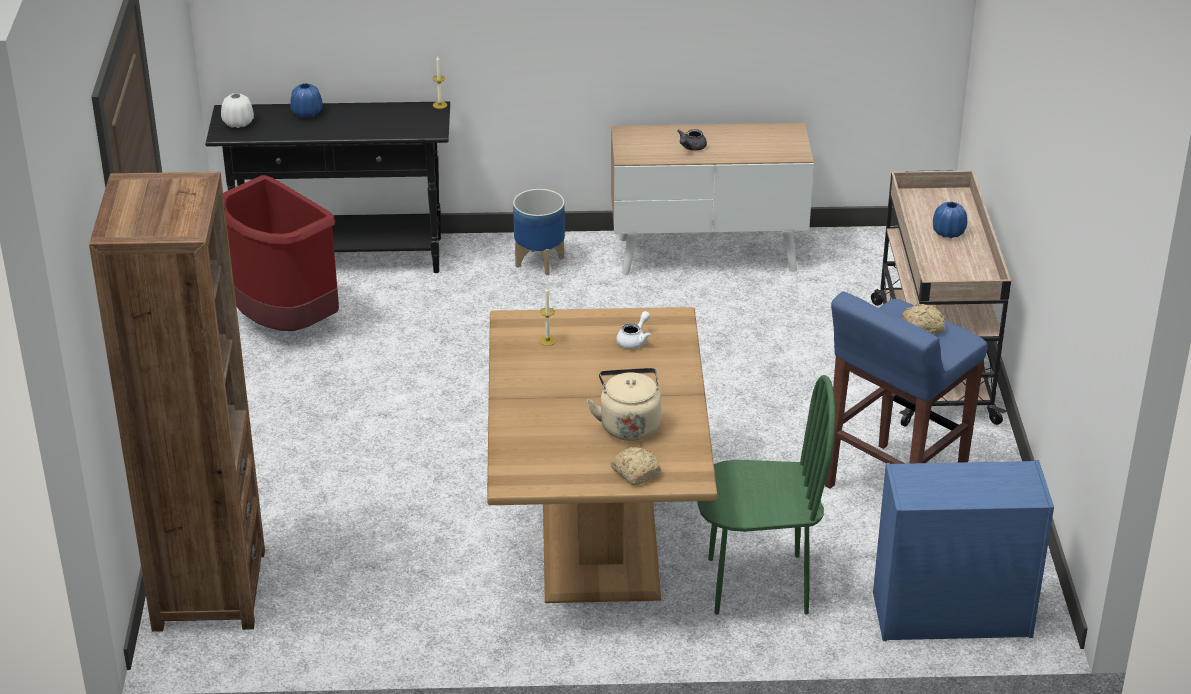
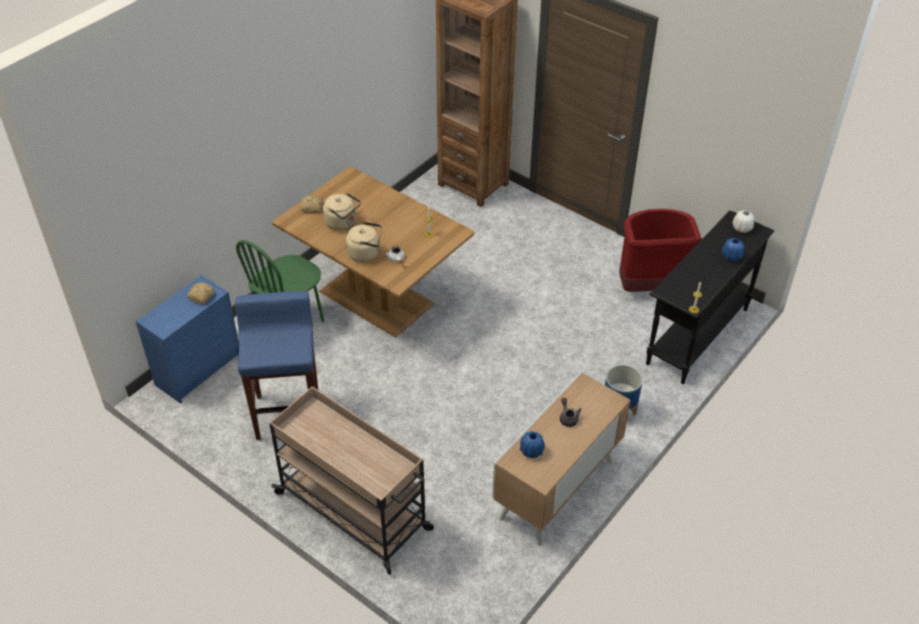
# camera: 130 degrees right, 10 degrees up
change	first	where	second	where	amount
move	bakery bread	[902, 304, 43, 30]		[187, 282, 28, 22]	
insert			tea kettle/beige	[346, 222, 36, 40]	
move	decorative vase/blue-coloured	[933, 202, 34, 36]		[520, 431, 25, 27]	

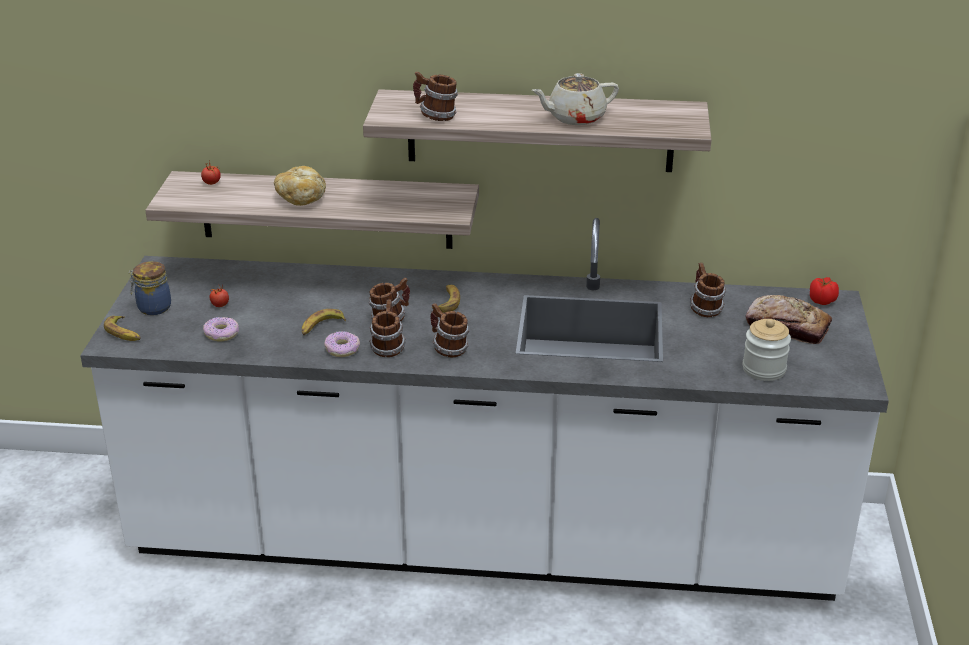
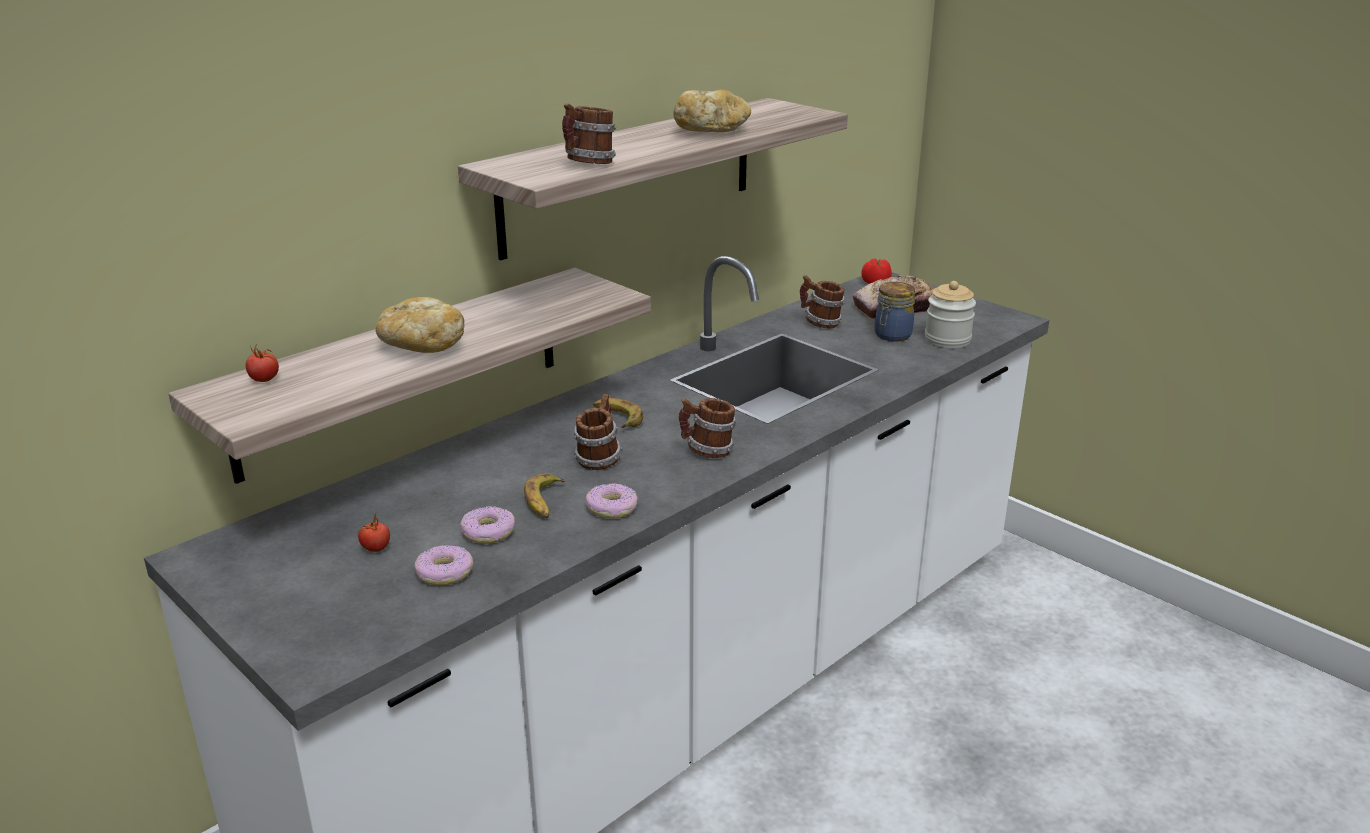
# camera: 50 degrees left, 5 degrees down
change	first	where	second	where	amount
insert			ring doughnut	[460, 506, 55, 38]	
replace	teapot/beige	[531, 73, 88, 52]	bakery bread	[674, 90, 77, 42]	
move	jar	[129, 261, 42, 54]		[874, 282, 41, 60]	
delete	banana fruit	[104, 316, 37, 25]			
delete	mug	[369, 299, 37, 58]			

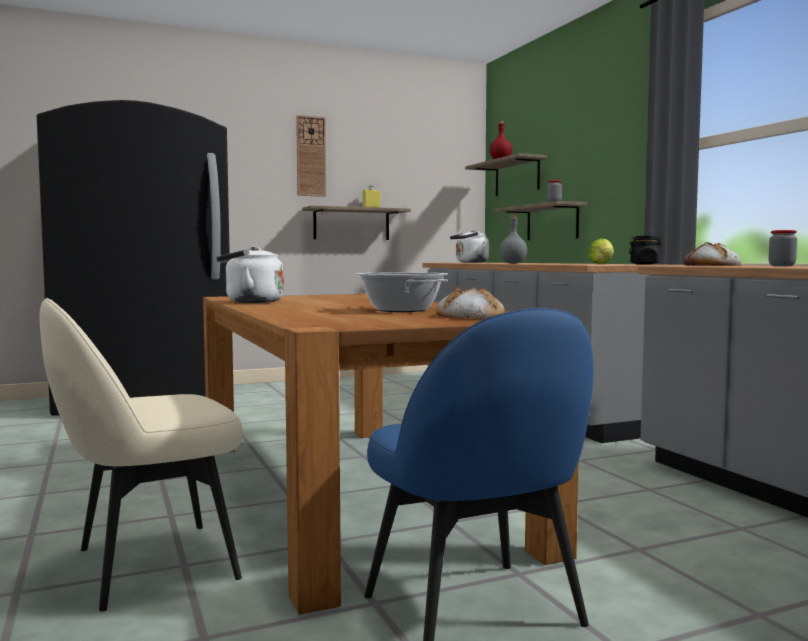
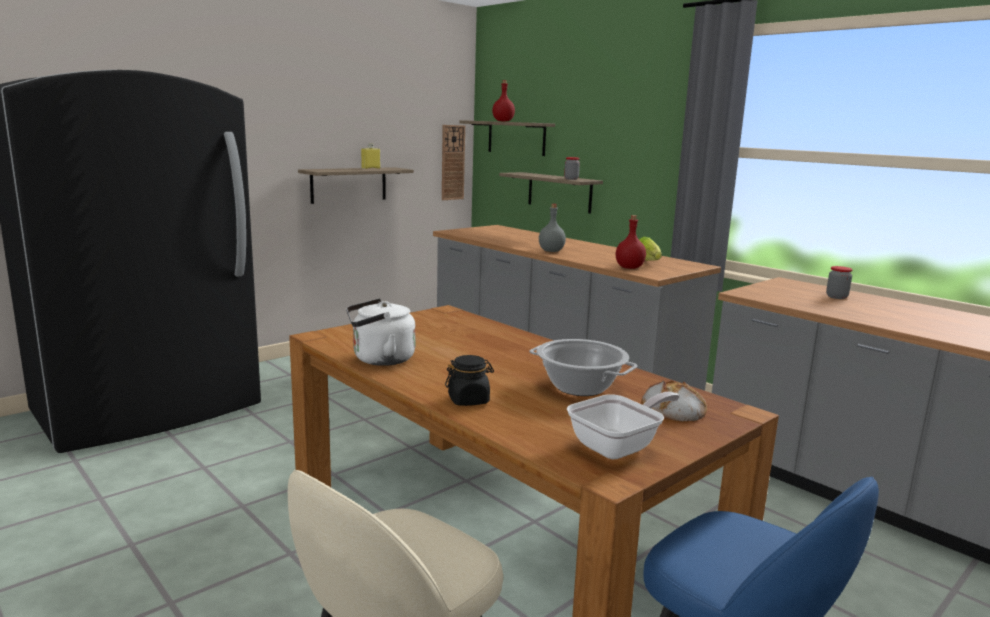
# camera: 20 degrees left, 10 degrees up
change	first	where	second	where	amount
move	hanging clock	[296, 115, 30, 82]		[442, 125, 23, 75]	
move	jar/black-coloured	[629, 236, 33, 28]		[445, 355, 49, 51]	
insert			pan	[567, 392, 113, 67]	
insert			drink bottle/red	[616, 215, 30, 54]	
delete	tea kettle/white	[450, 230, 39, 33]			
delete	bakery bread	[684, 242, 57, 24]			

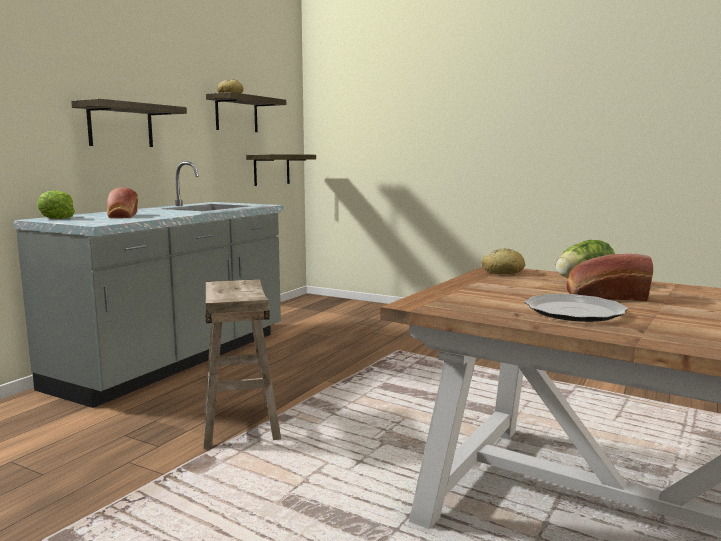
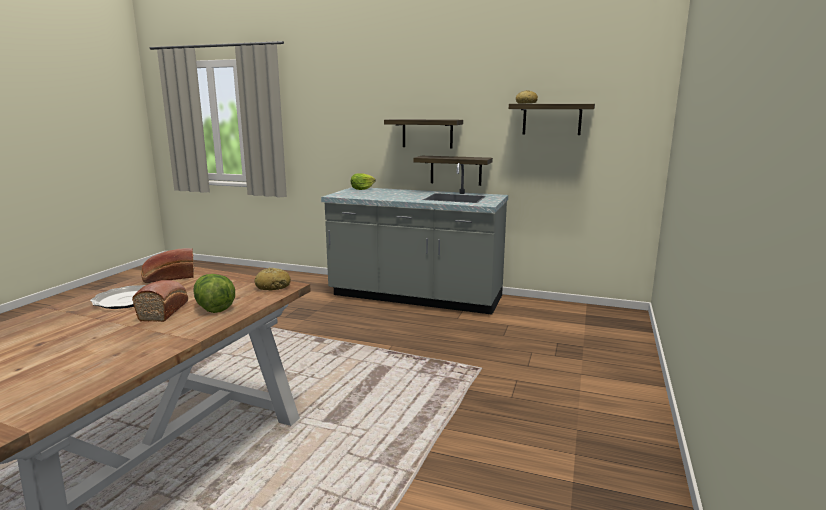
# camera: 80 degrees right, 5 degrees up
change	first	where	second	where	amount
move	bakery bread	[107, 187, 31, 31]		[141, 248, 53, 35]	
move	shelf	[246, 154, 70, 32]		[413, 156, 80, 30]	
delete	stool/beige	[203, 279, 78, 170]			

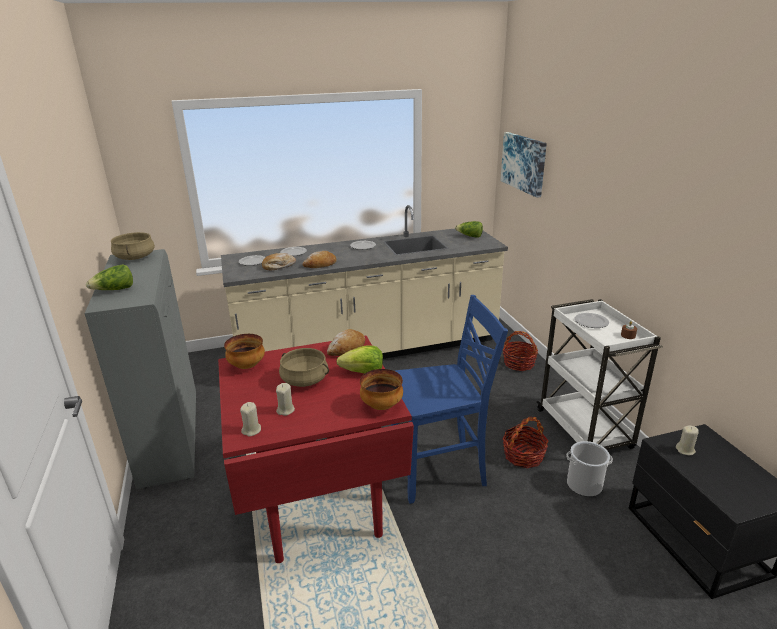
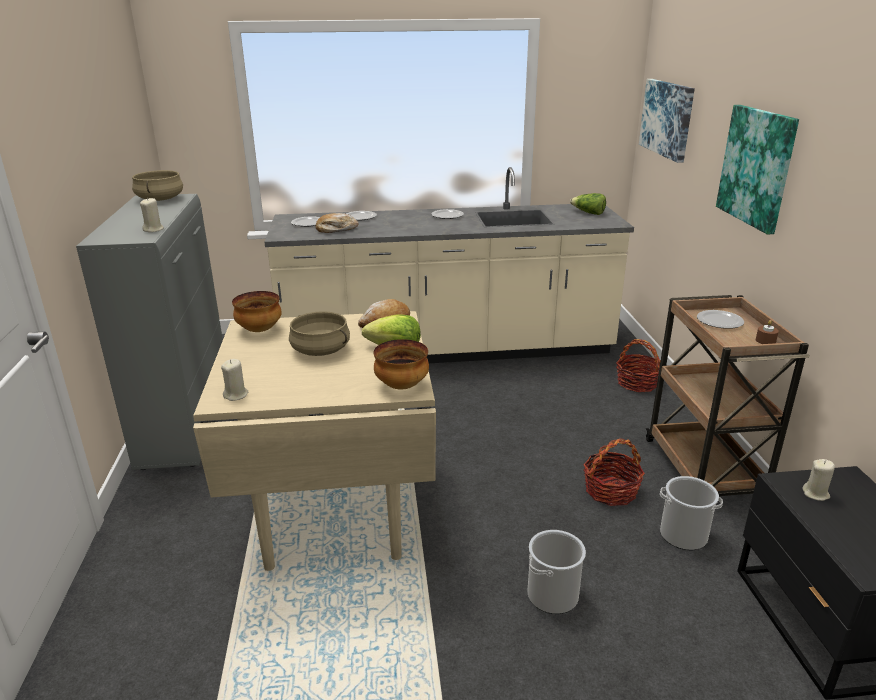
# camera: 10 degrees right, 0 degrees up
change	first	where	second	where	amount
move	candle/beige	[276, 383, 19, 33]		[140, 198, 24, 34]	
recolor	kitchen table/red	[218, 336, 196, 227]	kitchen table/beige	[193, 311, 243, 260]	
insert			bucket	[527, 530, 59, 84]	
recolor	wheeled cart/white	[537, 299, 126, 151]	wheeled cart/brown-coloured	[646, 295, 164, 201]	
insert			picture	[716, 105, 83, 130]	
delete	lettuce head	[86, 264, 47, 26]			
delete	bakery bread	[303, 251, 34, 17]			
delete	chair/blue-coloured	[391, 295, 117, 209]			

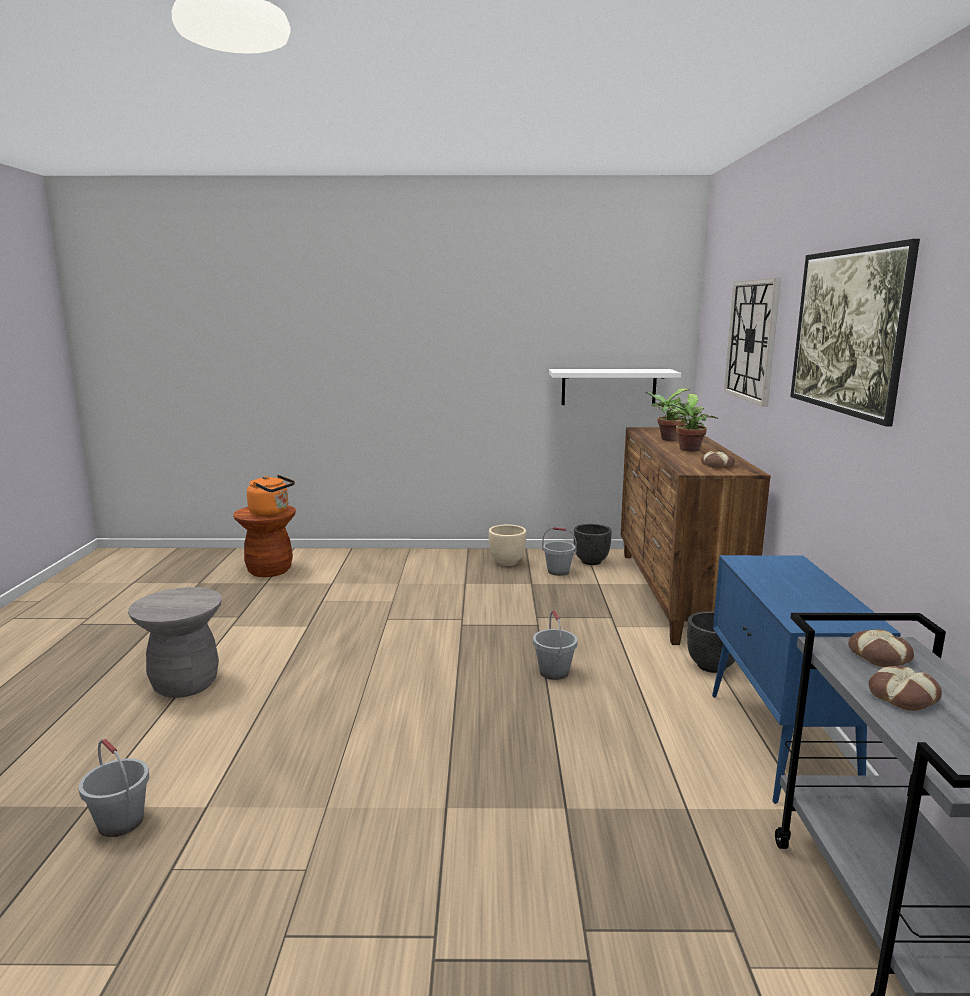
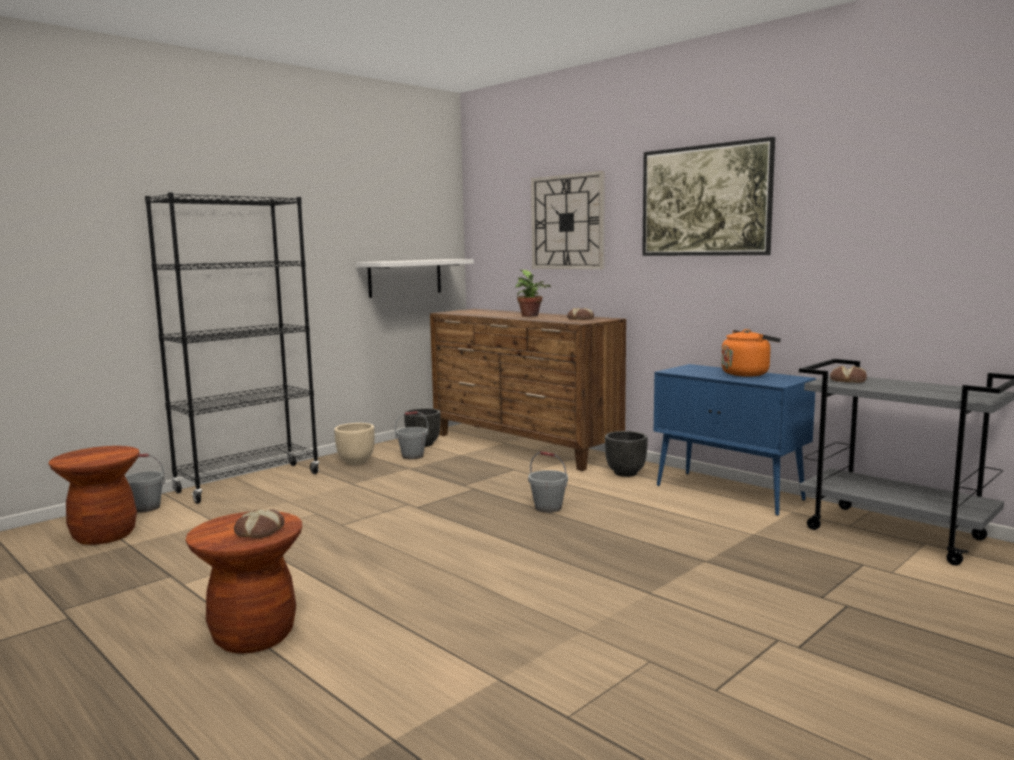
# camera: 45 degrees left, 5 degrees down
change	first	where	second	where	amount
move	bucket/grey	[78, 739, 71, 98]		[125, 454, 40, 58]	
insert			shelving unit/black-coloured	[145, 192, 174, 312]	
recolor	stool/grey	[128, 587, 94, 111]	stool/brown-coloured	[186, 511, 116, 143]	
move	bakery bread	[869, 666, 73, 45]		[234, 509, 51, 29]	
move	tea kettle/orange	[247, 475, 48, 41]		[721, 329, 60, 48]	
delete	plant in a pot	[645, 388, 50, 53]			

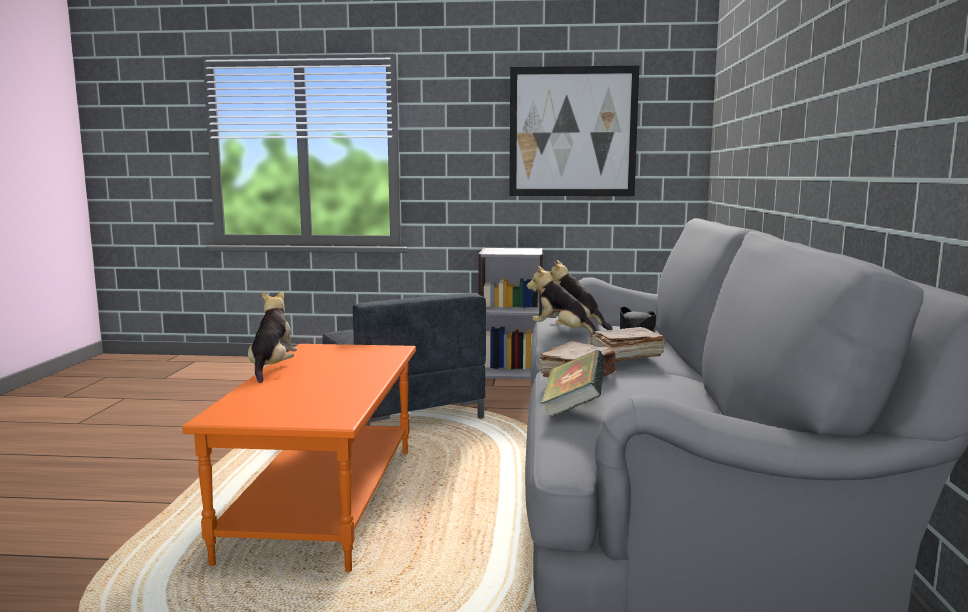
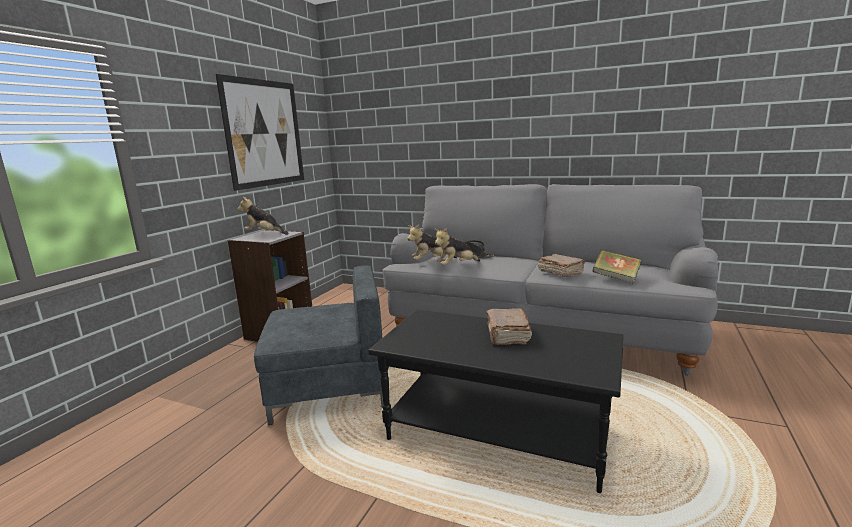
# camera: 70 degrees left, 5 degrees up
change	first	where	second	where	amount
move	soft toy	[248, 291, 49, 92]		[237, 197, 52, 38]	
recolor	coffee table/orange	[182, 344, 234, 228]	coffee table/black-coloured	[368, 309, 256, 184]	
move	book/brown-coloured	[589, 327, 76, 35]		[486, 308, 46, 37]	

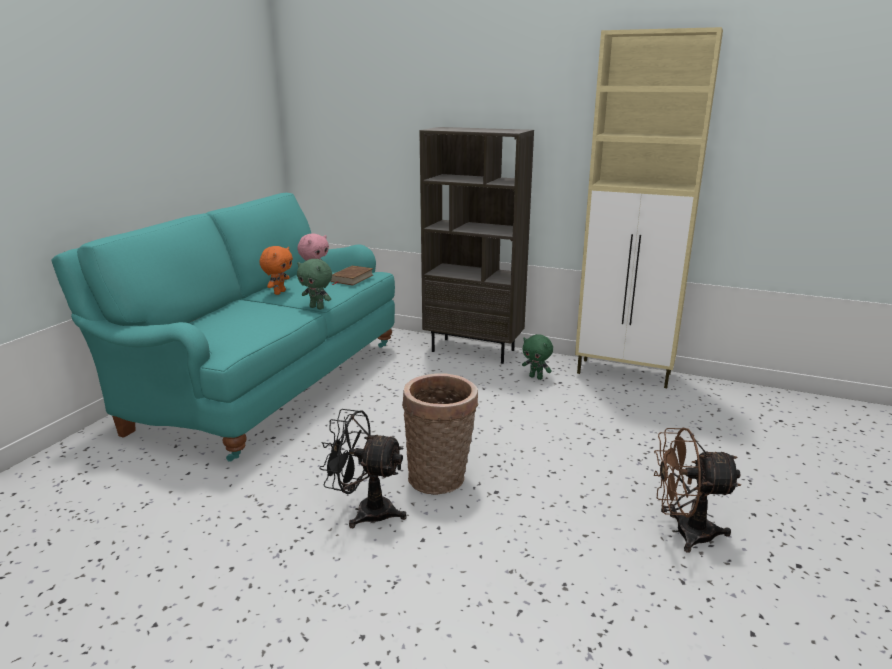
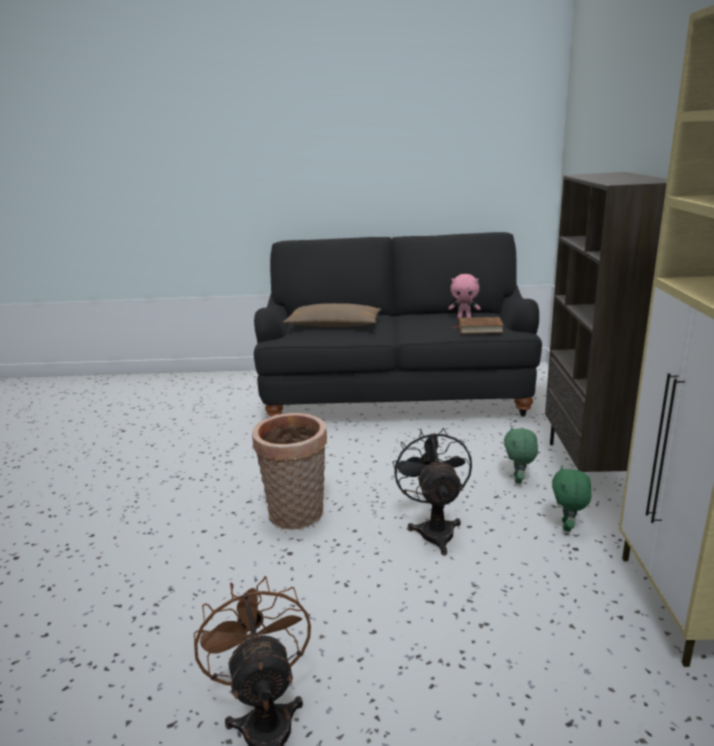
# camera: 70 degrees right, 0 degrees up
change	first	where	second	where	amount
recolor	settee/turquoise	[51, 193, 344, 269]	settee/black-coloured	[254, 232, 288, 185]	
insert			cushion/brown-coloured	[283, 303, 99, 24]	
move	fan/black-coloured	[319, 409, 88, 119]		[392, 428, 80, 128]	
move	soft toy/greenish	[297, 259, 35, 51]		[504, 426, 34, 58]	
delete	soft toy/orange	[259, 246, 34, 49]			

